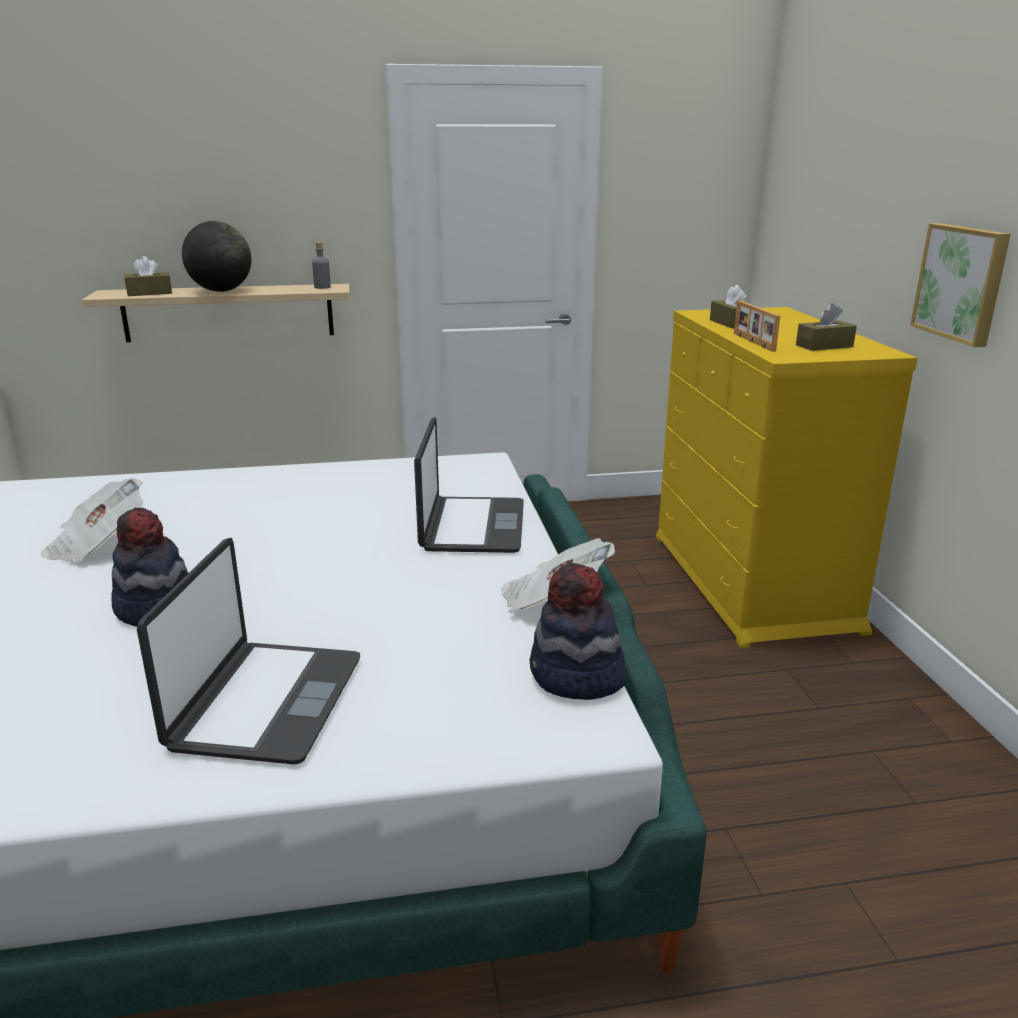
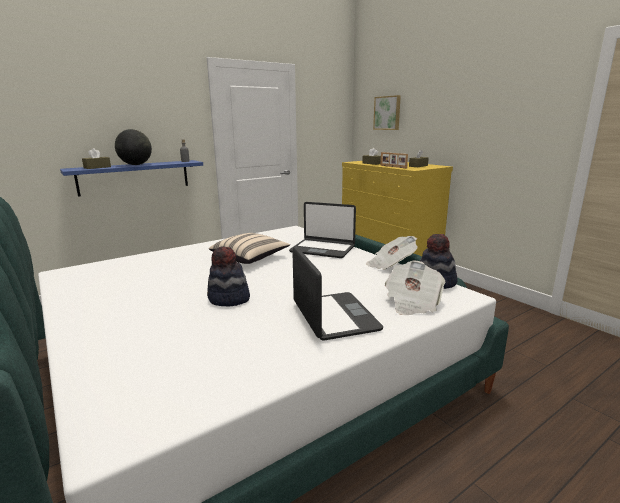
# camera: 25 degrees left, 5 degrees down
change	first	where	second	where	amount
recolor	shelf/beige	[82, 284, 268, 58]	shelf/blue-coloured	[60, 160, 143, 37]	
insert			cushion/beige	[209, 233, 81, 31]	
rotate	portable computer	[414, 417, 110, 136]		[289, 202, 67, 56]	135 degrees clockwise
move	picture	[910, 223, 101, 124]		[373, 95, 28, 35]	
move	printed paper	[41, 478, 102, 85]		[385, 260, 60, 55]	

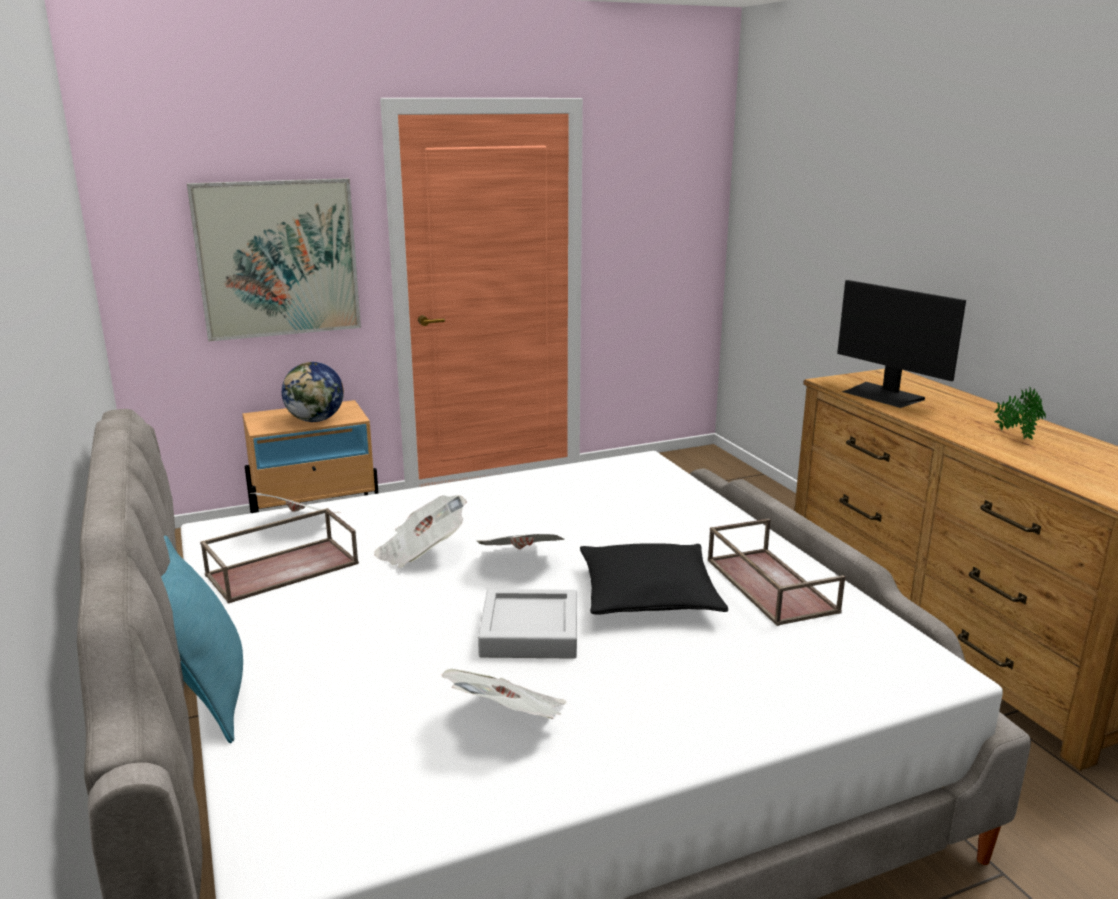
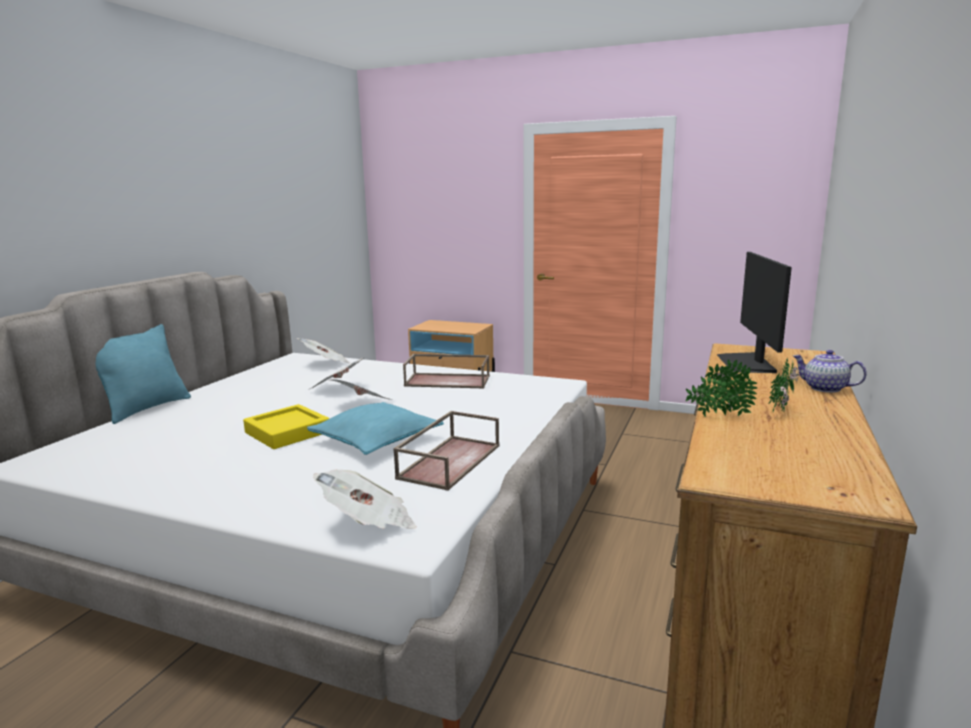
# camera: 45 degrees right, 5 degrees down
change	first	where	second	where	amount
recolor	serving tray/grey	[478, 589, 99, 70]	serving tray/yellowish	[243, 404, 86, 45]	
recolor	cushion/black-coloured	[580, 543, 148, 72]	cushion/turquoise	[307, 402, 137, 53]	
move	printed paper	[442, 669, 125, 50]		[313, 470, 103, 59]	
move	serving tray/brown-coloured	[200, 508, 159, 95]		[403, 354, 87, 34]	
insert			plant in a pot	[686, 359, 71, 58]	
insert			teapot	[793, 350, 74, 43]	
delete	picture	[187, 178, 174, 164]			
delete	world globe	[282, 362, 62, 60]			

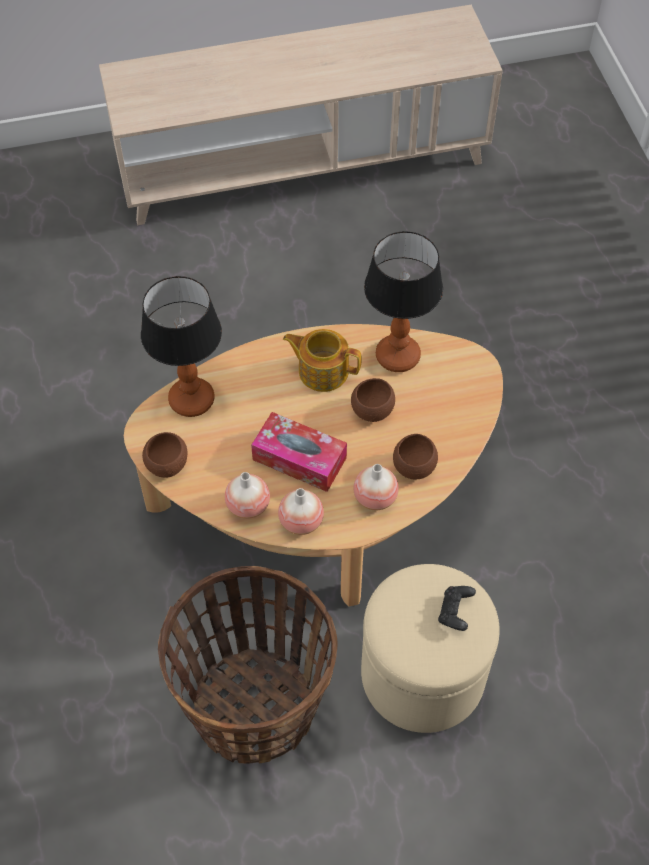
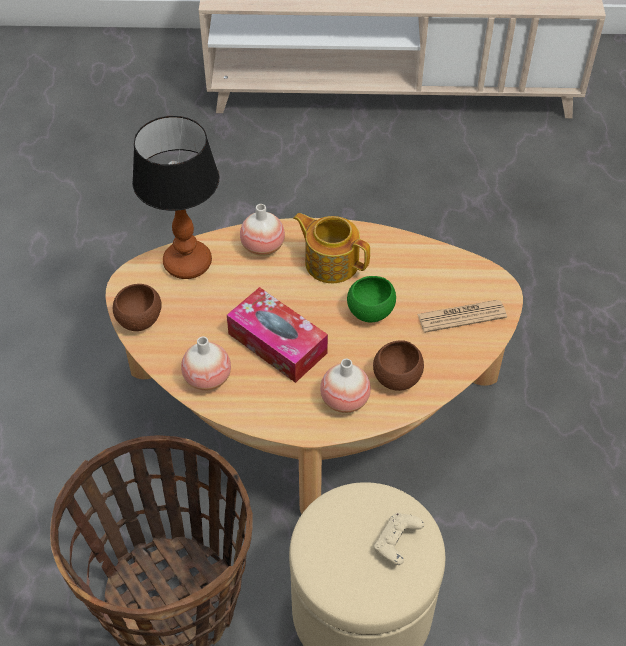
# camera: 15 degrees right, 5 degrees down
change	first	where	second	where	amount
move	decorative vase	[278, 488, 46, 47]		[240, 204, 45, 52]	
recolor	bowl/brown-coloured	[351, 378, 44, 44]	bowl/greenish	[347, 276, 49, 46]	
recolor	gamepad/black-coloured	[438, 586, 38, 45]	gamepad/beige	[374, 513, 50, 52]	
insert			printed paper	[417, 300, 90, 33]	
delete	table lamp	[364, 231, 79, 141]			

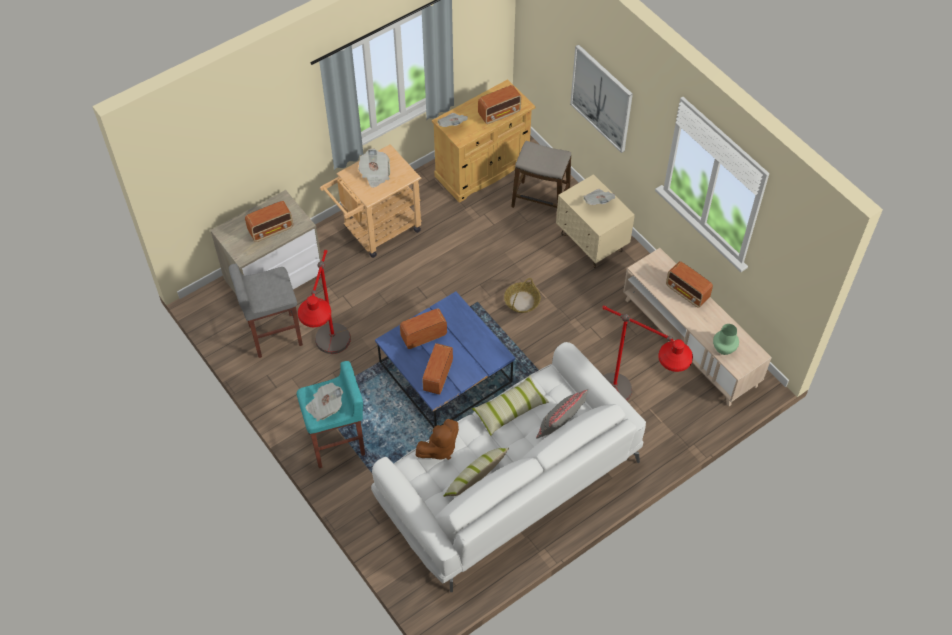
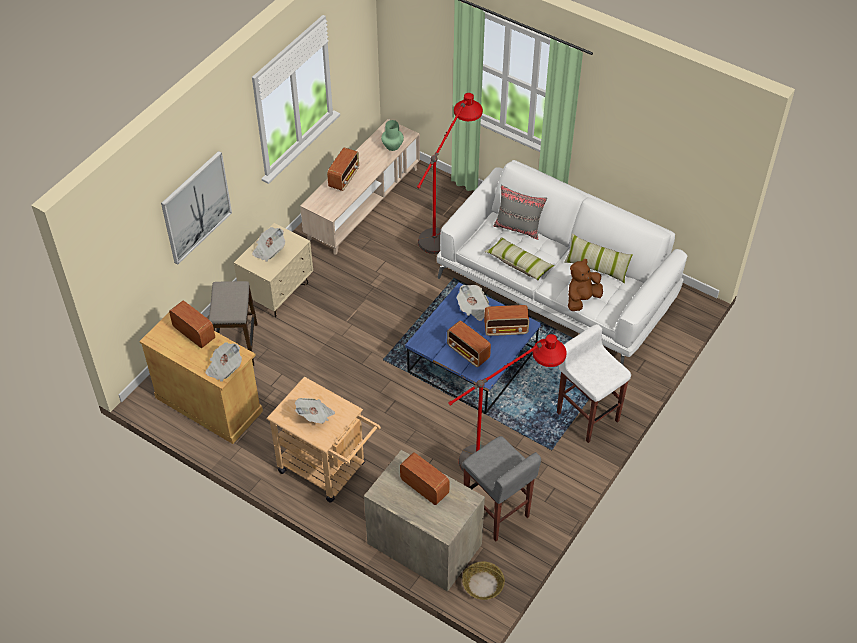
# camera: 110 degrees left, 5 degrees down
change	first	where	second	where	amount
move	printed paper	[306, 383, 37, 38]		[457, 284, 33, 37]	
move	household basket	[504, 278, 37, 35]		[462, 562, 43, 38]	
recolor	stool/turquoise	[297, 361, 68, 107]	stool/white	[557, 324, 74, 119]	
rotate	soft toy/brown-coloured	[415, 419, 44, 41]		[568, 259, 35, 52]	75 degrees counterclockwise

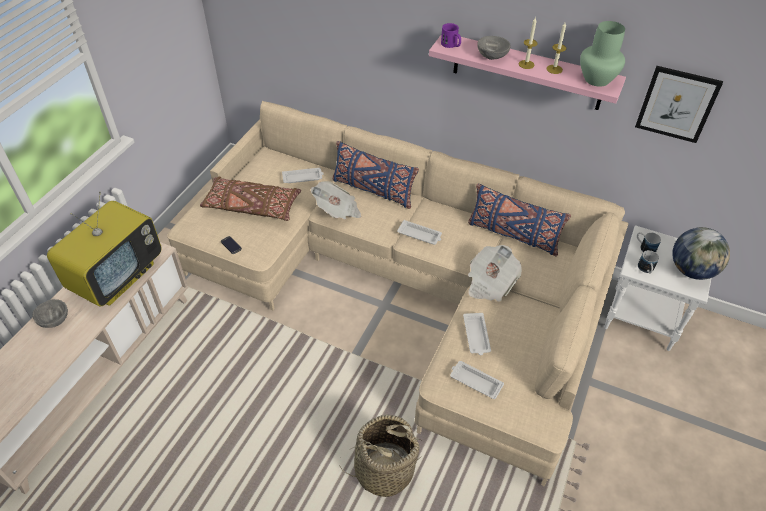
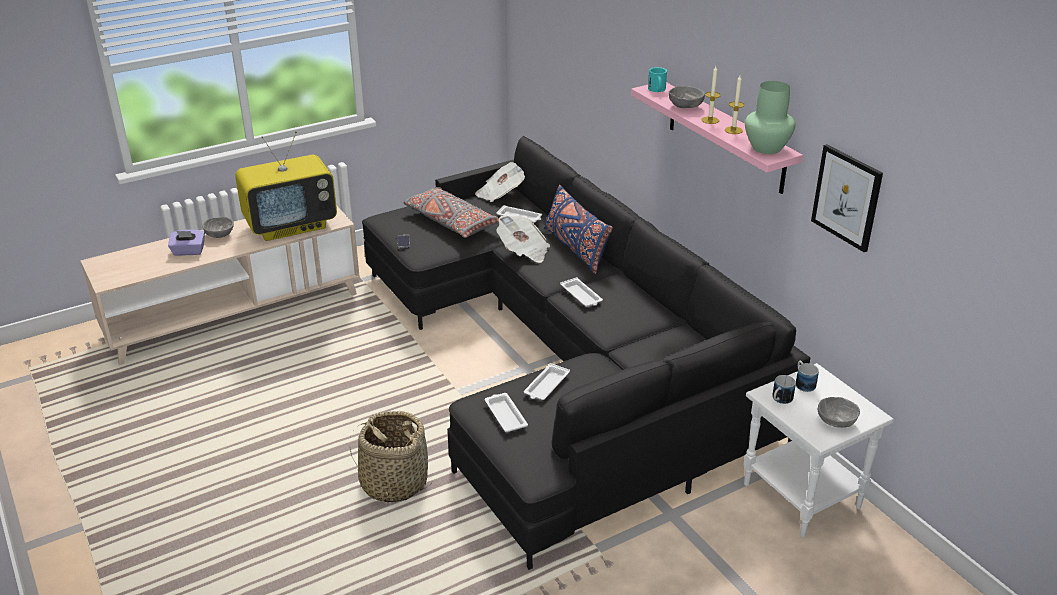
# camera: 35 degrees right, 15 degrees down
change	first	where	second	where	amount
insert			box of tissues/purple	[168, 229, 37, 27]	
recolor	settee/beige	[167, 101, 462, 386]	settee/black-coloured	[362, 136, 448, 434]	
recolor	cushion/brown-coloured	[200, 177, 101, 44]	cushion/grey	[403, 187, 96, 51]	
move	printed paper	[468, 245, 54, 57]		[475, 162, 50, 40]	
recolor	mug/purple	[441, 23, 20, 25]	mug/turquoise	[648, 67, 19, 25]	
replace	world globe	[672, 227, 58, 53]	bowl/grey	[818, 397, 42, 31]	
delete	cushion/blue-coloured	[468, 184, 103, 73]			

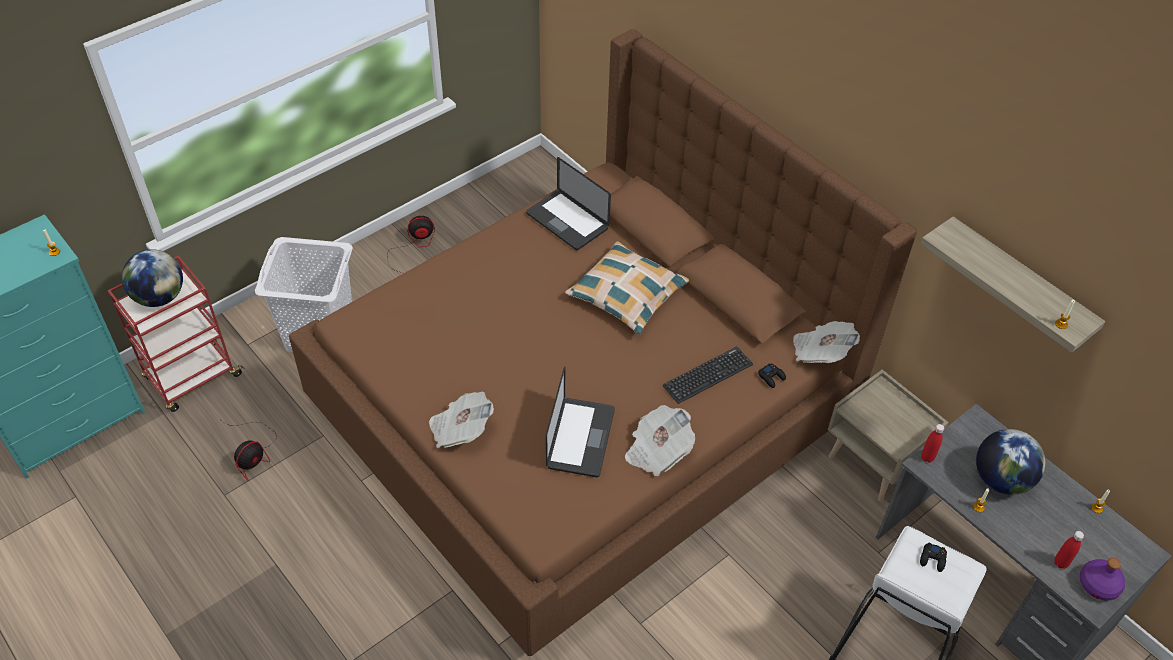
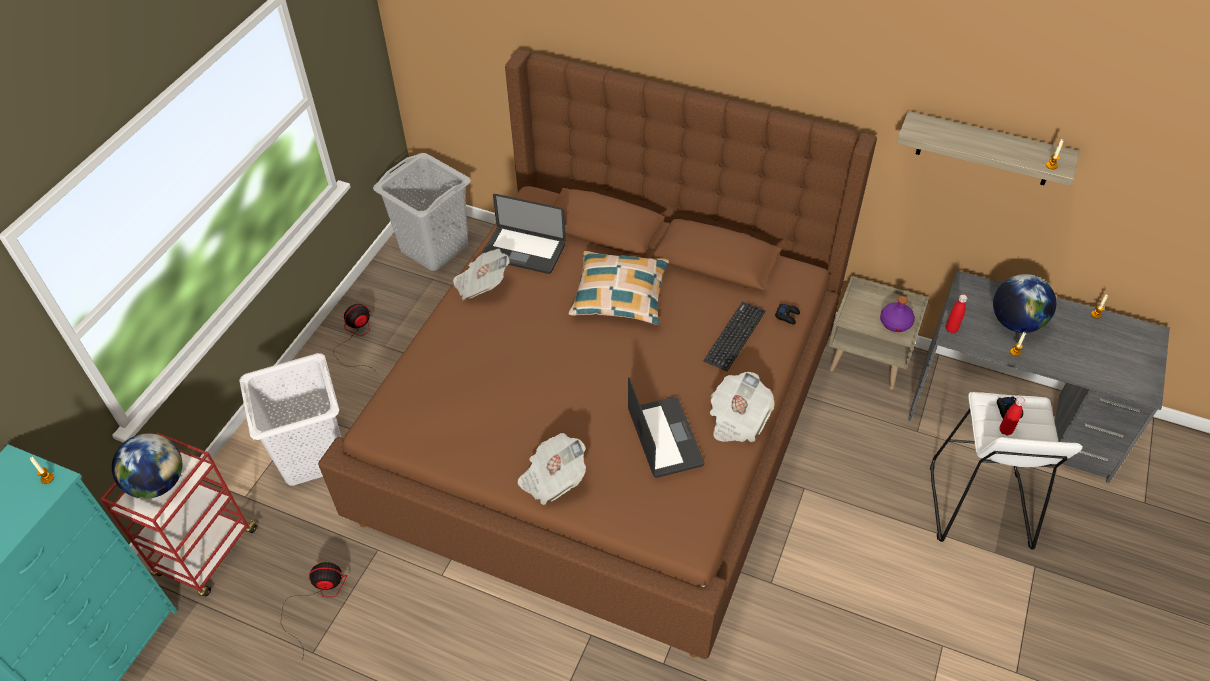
# camera: 25 degrees left, 0 degrees up
change	first	where	second	where	amount
rotate	fan	[222, 421, 55, 60]		[281, 562, 66, 93]	105 degrees counterclockwise
insert			washing basket/grey	[373, 153, 98, 118]	
move	printed paper	[793, 321, 67, 42]		[453, 249, 57, 51]	
move	drink bottle/purple	[1080, 558, 45, 43]		[880, 296, 35, 36]	
move	drink bottle/red	[1054, 531, 30, 38]		[1000, 397, 25, 38]	

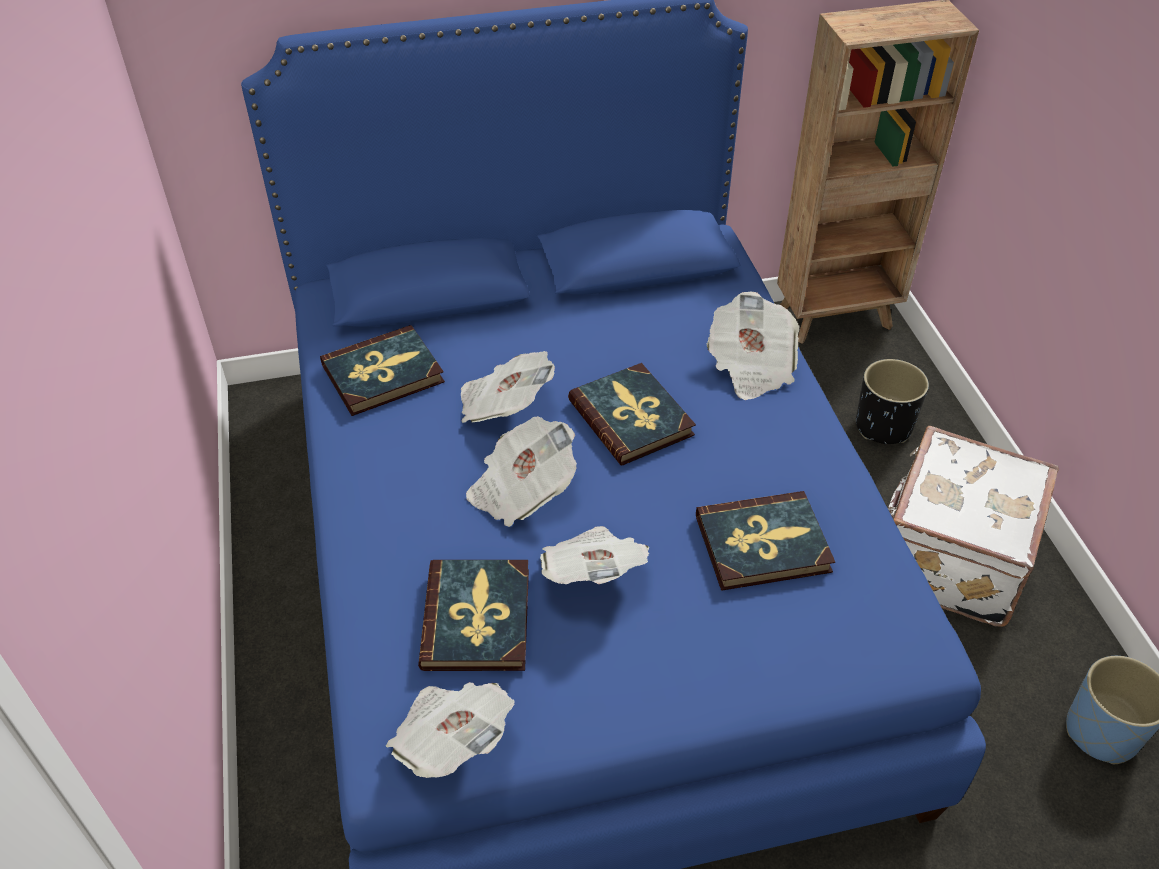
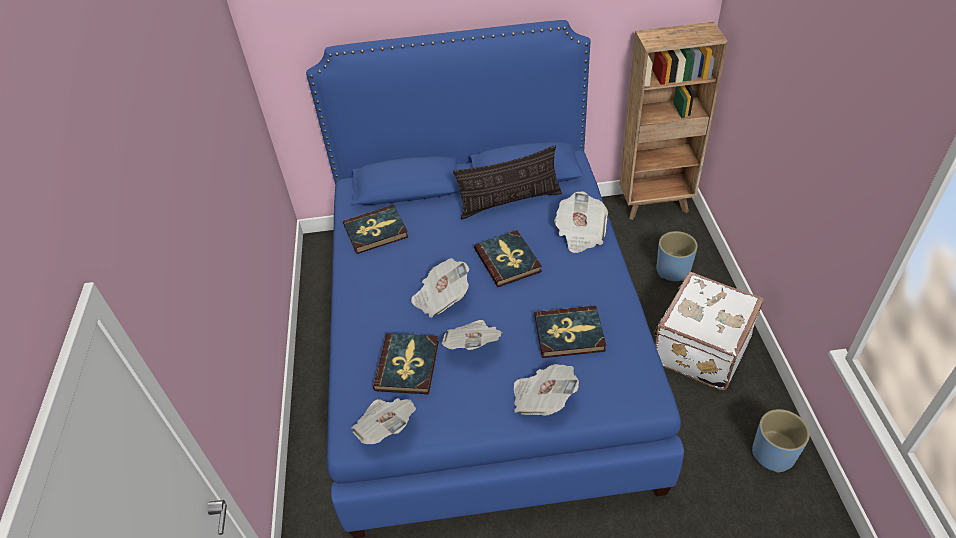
# camera: 10 degrees right, 0 degrees up
change	first	where	second	where	amount
insert			cushion	[453, 145, 109, 74]	
move	printed paper	[461, 351, 94, 72]		[514, 364, 65, 52]	
recolor	flower pot/black-coloured	[856, 359, 73, 85]	flower pot/blue-coloured	[656, 231, 42, 50]	

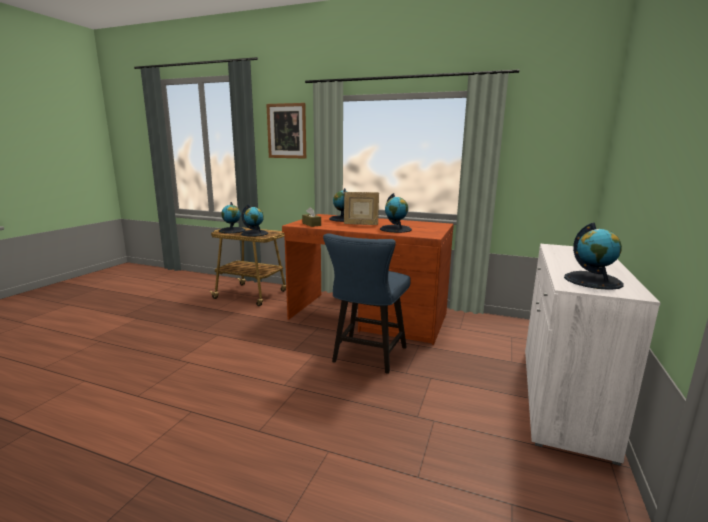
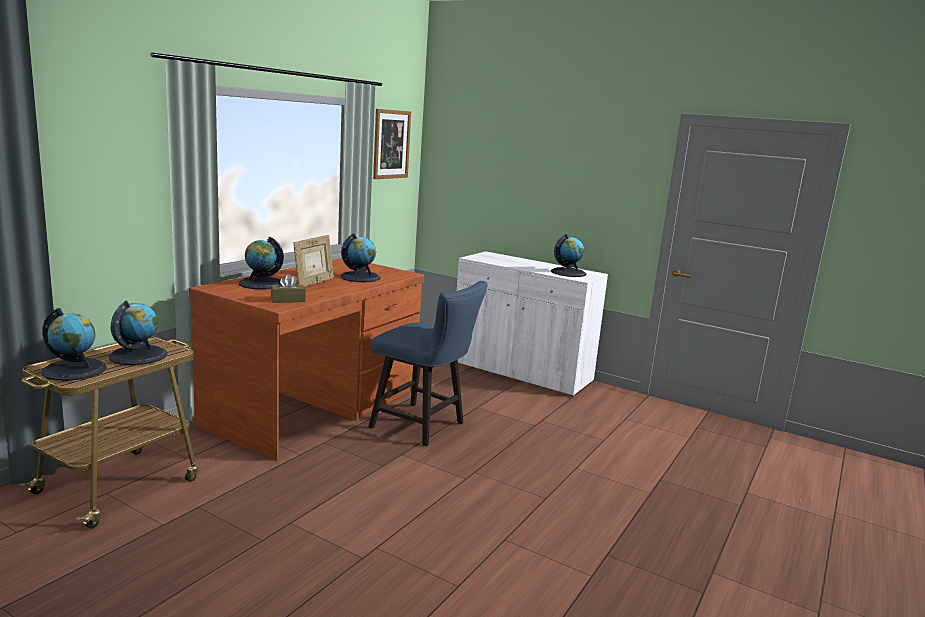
# camera: 80 degrees left, 0 degrees up
change	first	where	second	where	amount
move	picture	[266, 103, 40, 56]		[373, 109, 38, 70]	

